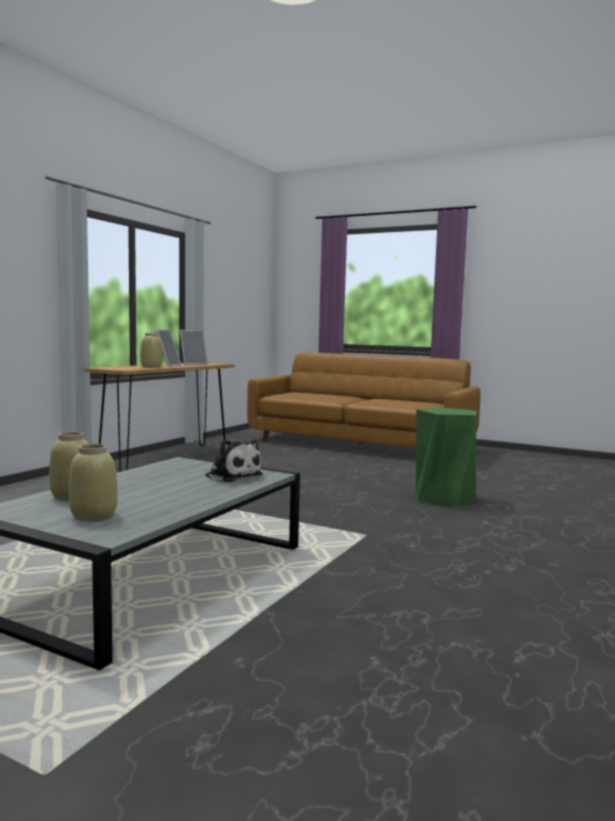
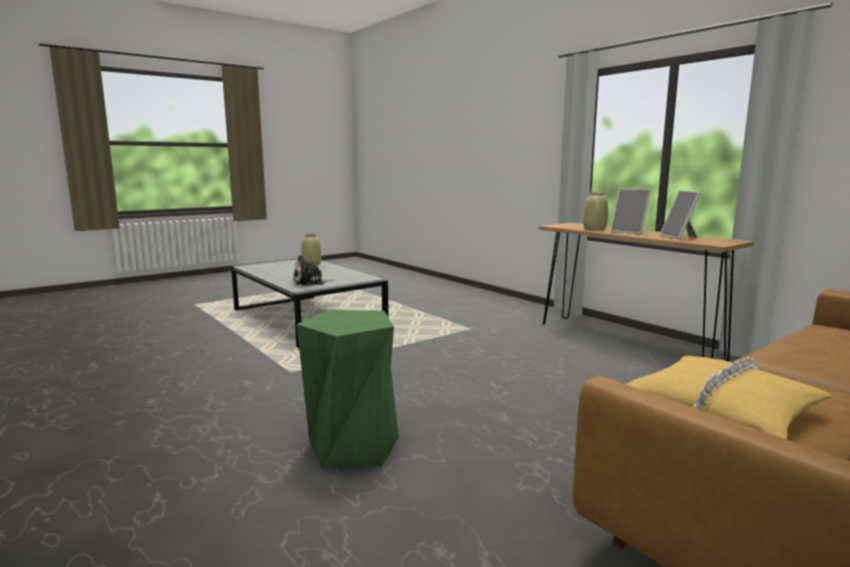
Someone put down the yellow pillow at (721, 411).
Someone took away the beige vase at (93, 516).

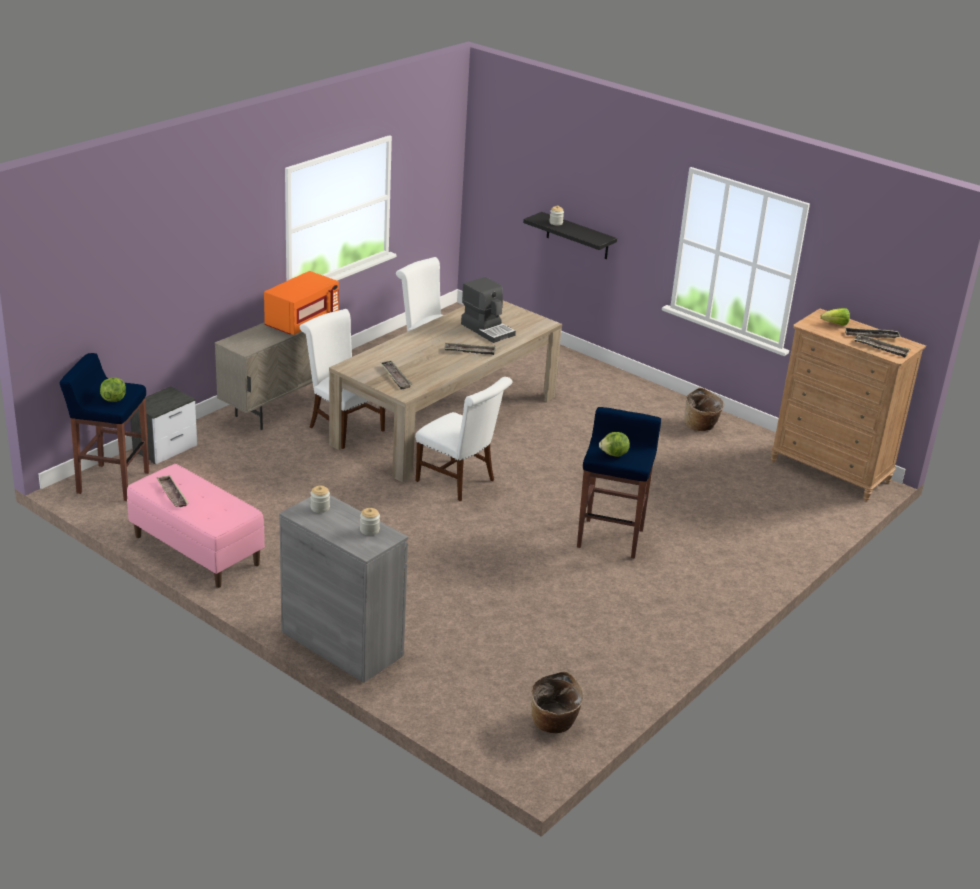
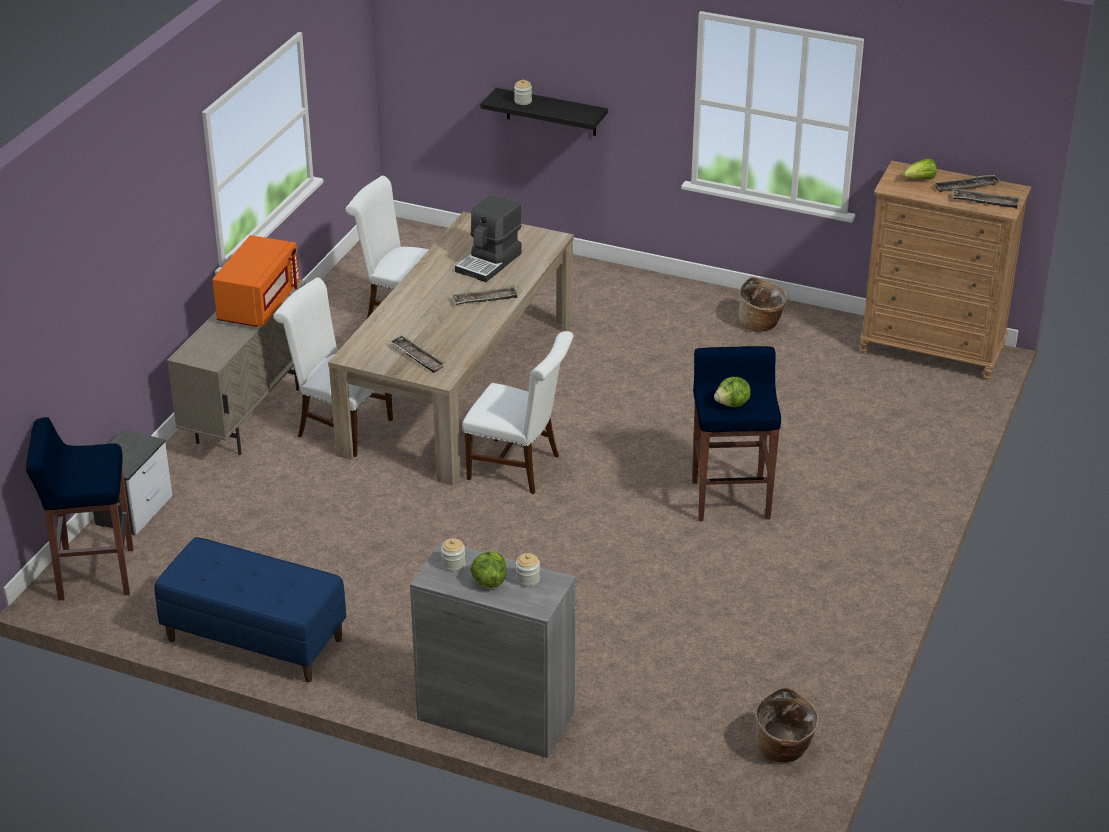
Someone repainted the pink bench at (196, 550), which became the blue bench at (254, 640).
Someone rotated the coffee machine at (488, 329) by 90 degrees clockwise.
Someone carried the lettuce from (113, 399) to (489, 581).
Someone took away the tray at (172, 494).

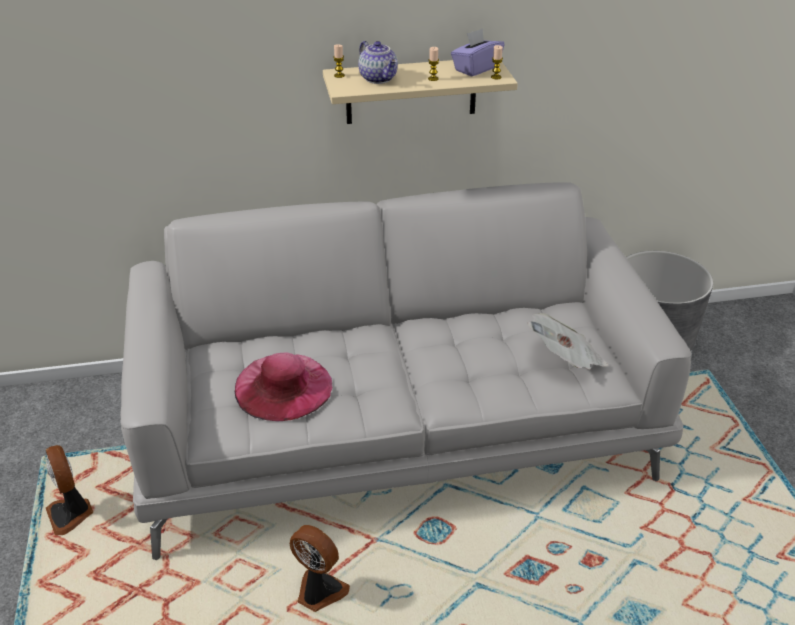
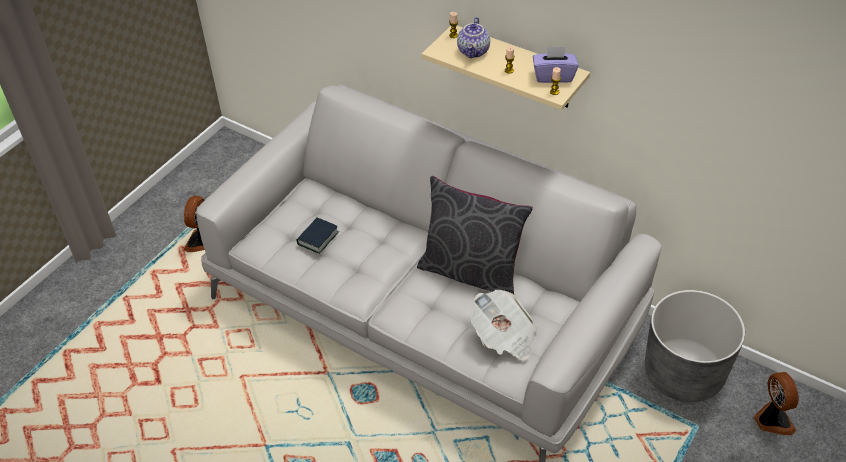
Someone swapped the pink hat at (283, 386) for the book at (318, 238).
Someone put down the grey pillow at (471, 272).
Someone carried the fan from (319, 592) to (772, 420).

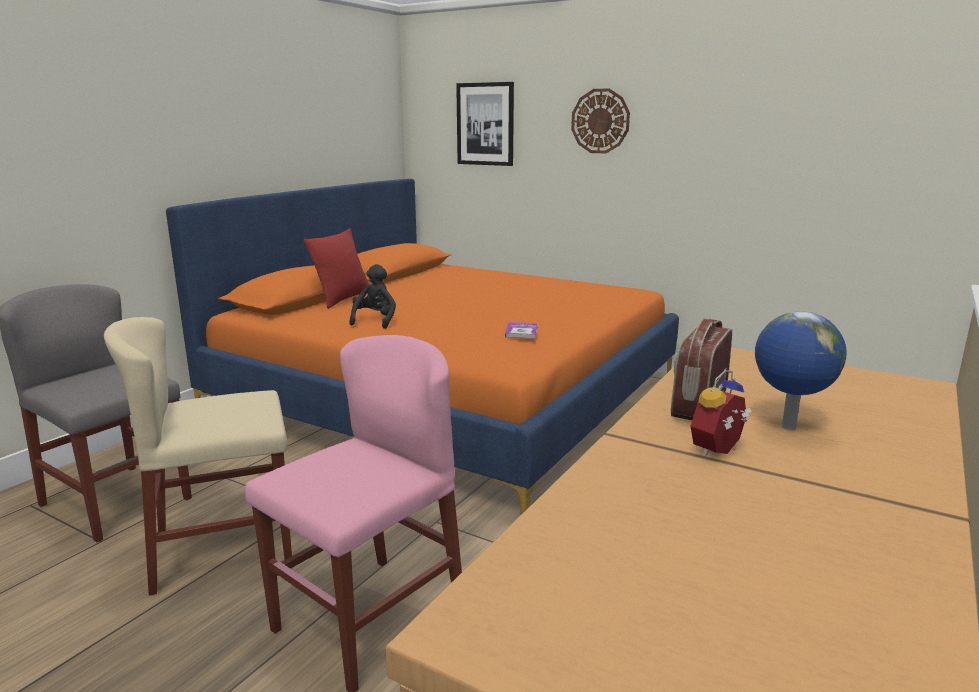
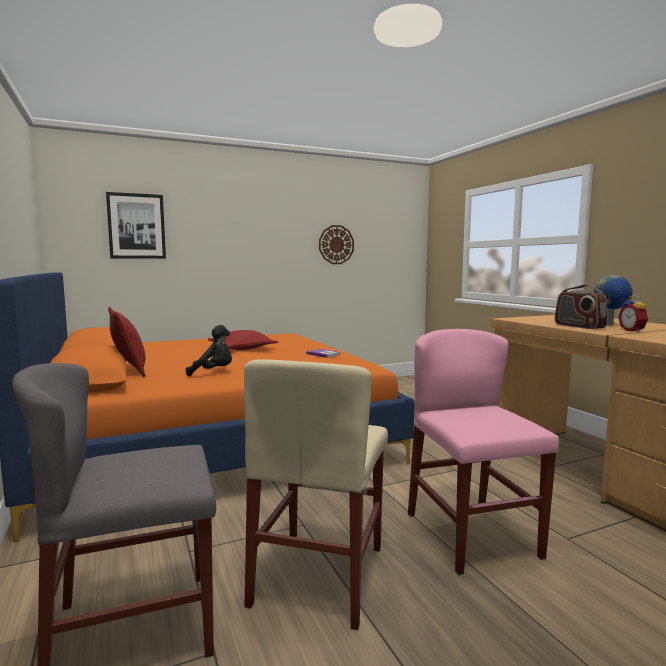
Someone rotated the black plush toy at (375, 321) by 135 degrees clockwise.
Someone put down the red pillow at (242, 349).
Someone carried the wall clock from (600, 121) to (336, 244).

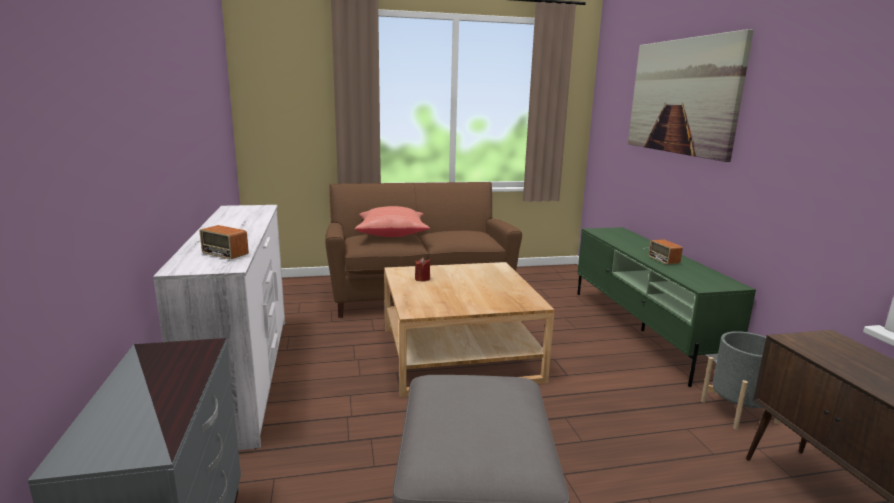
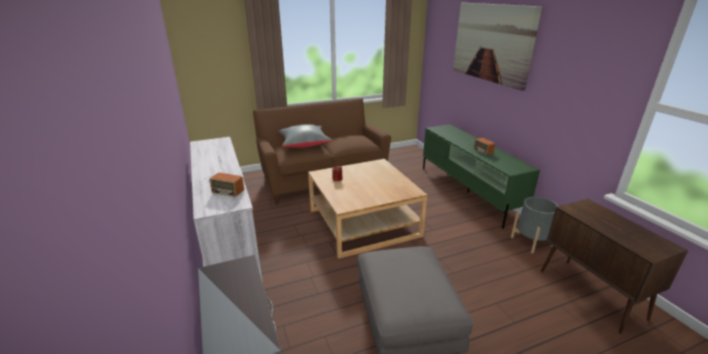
Someone repainted the red pillow at (392, 234), which became the grey pillow at (304, 144).

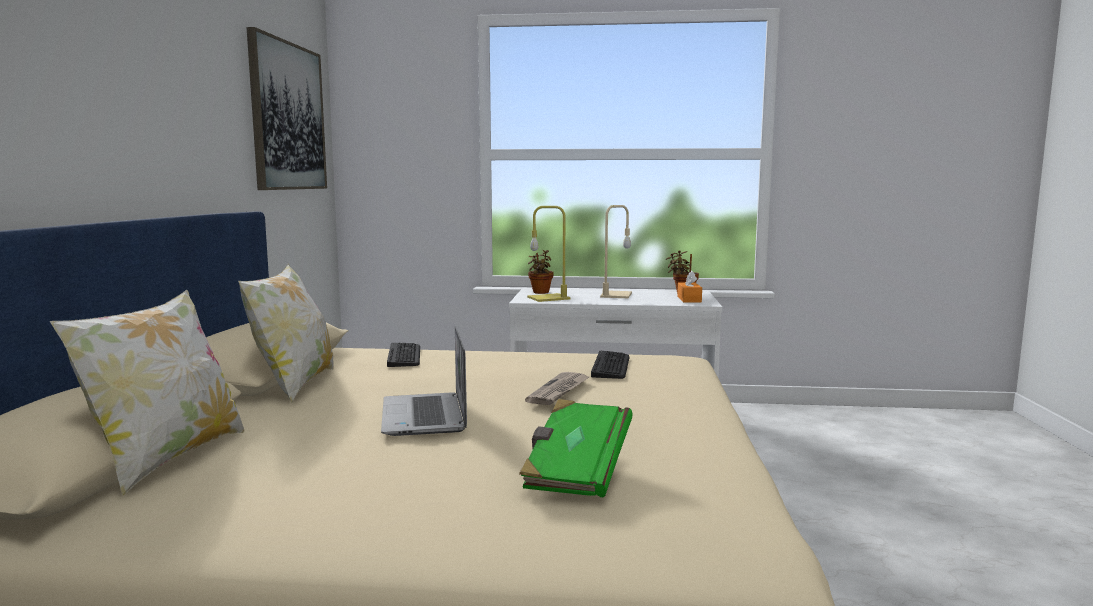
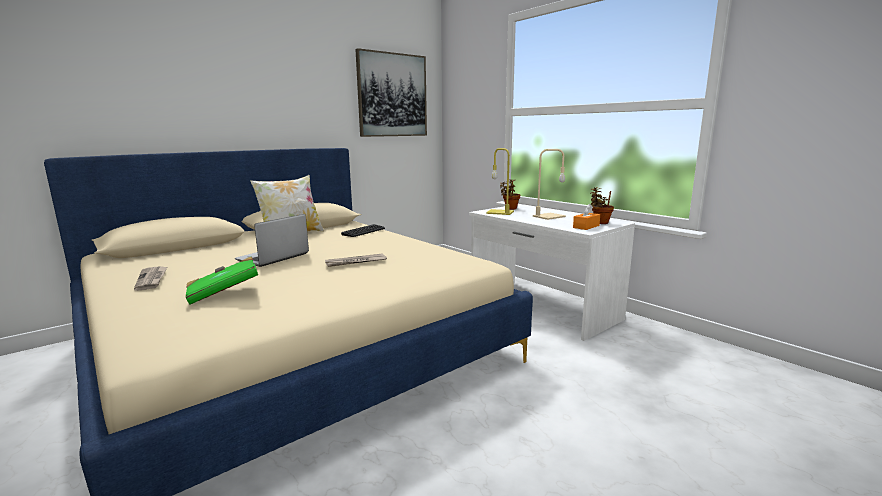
Someone put down the newspaper at (152, 279).
Someone took away the pillow at (167, 458).
Someone took away the keyboard at (611, 366).

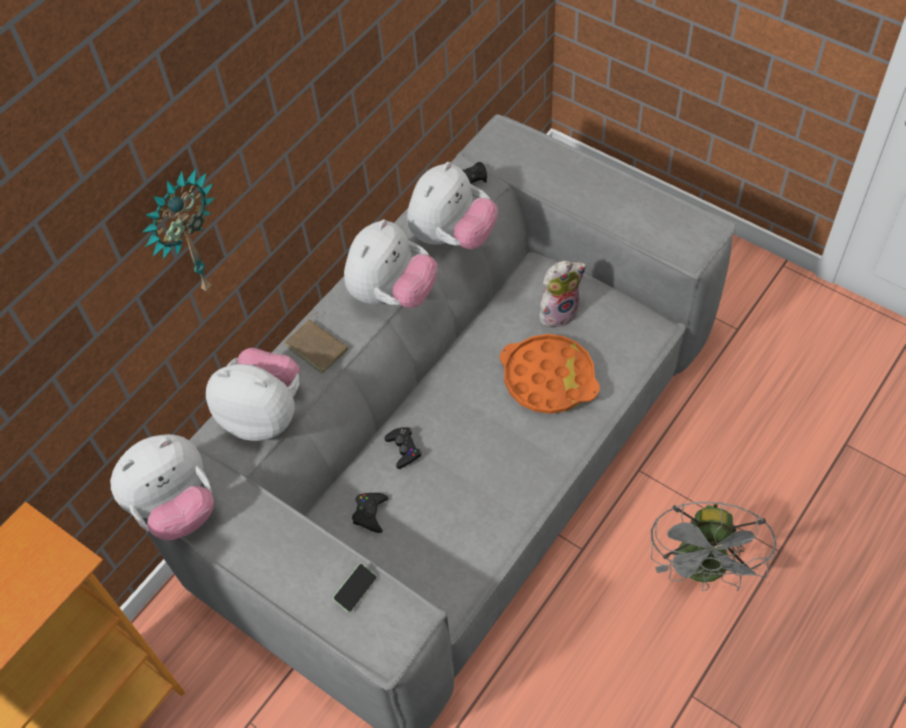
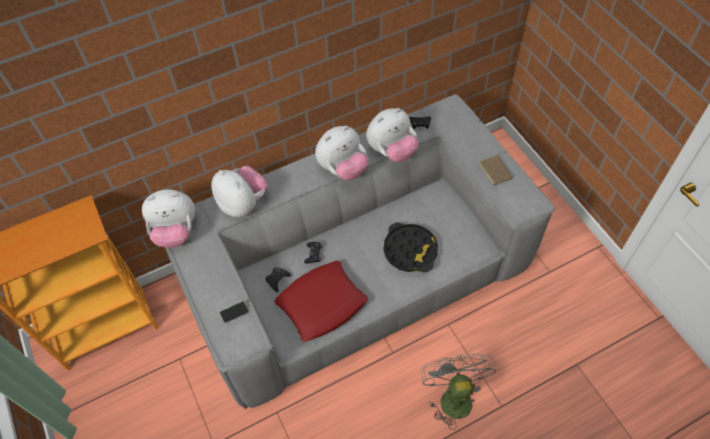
Someone put down the red pillow at (322, 303).
Someone repainted the orange tray at (548, 378), which became the black tray at (410, 250).
Someone rotated the grey fan at (704, 571) by 135 degrees clockwise.
Someone carried the brown book from (318, 346) to (496, 171).
Someone took away the wall clock at (183, 236).
Someone took away the plush toy at (558, 311).

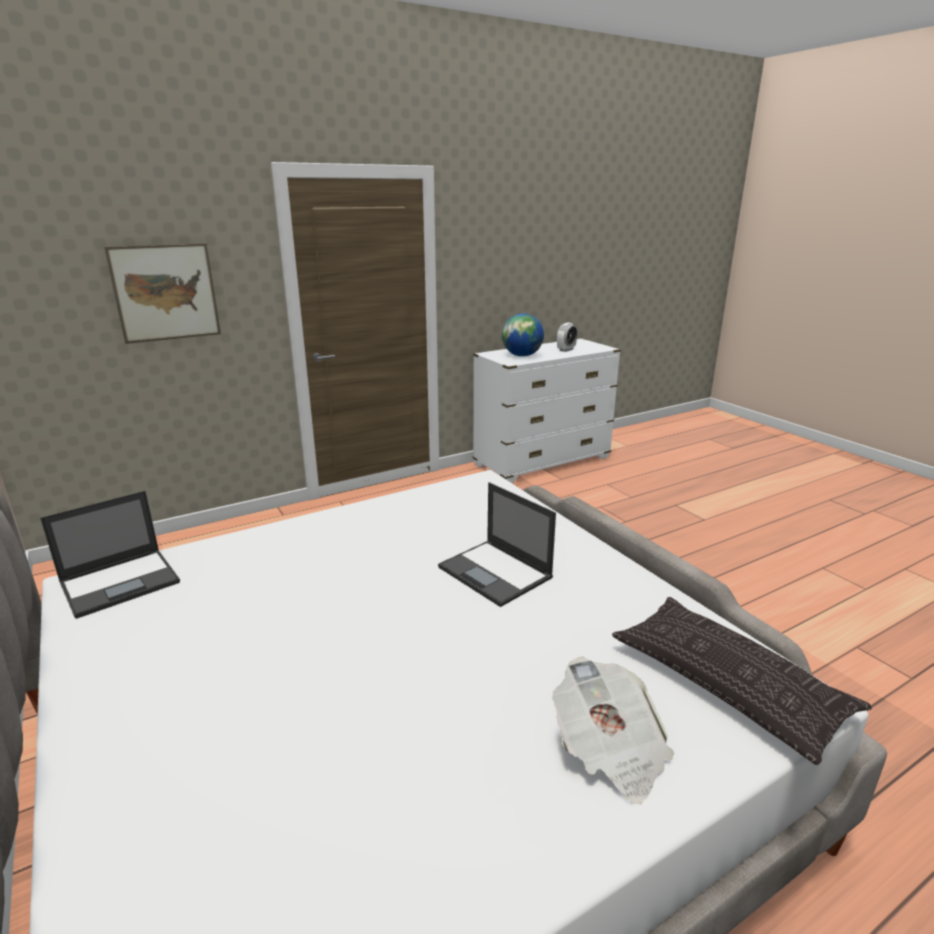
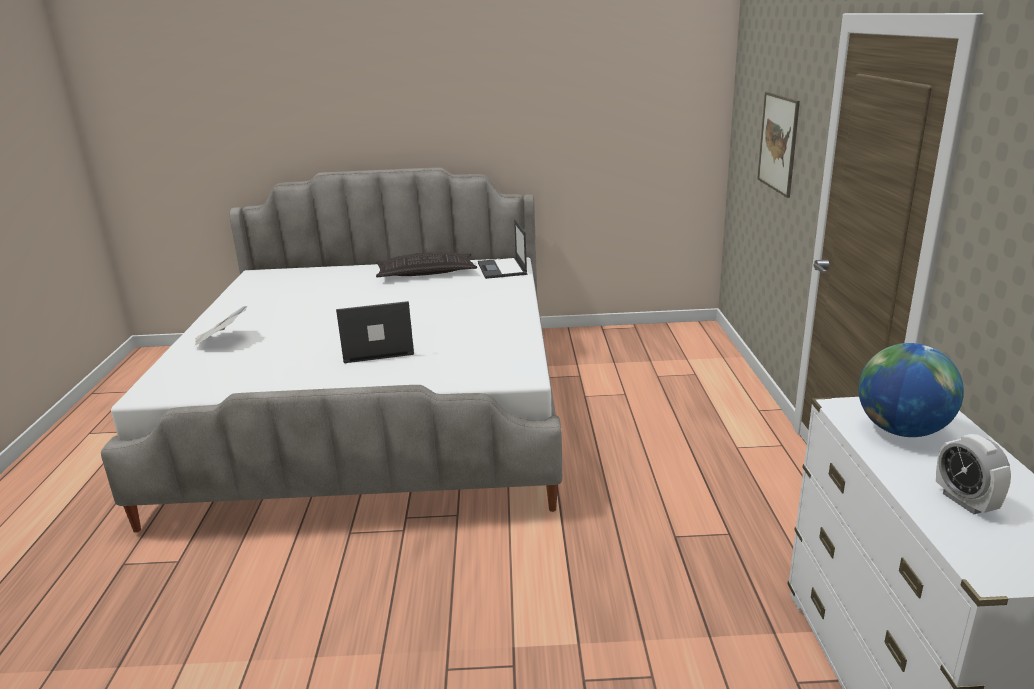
Someone carried the pillow from (727, 683) to (426, 273).

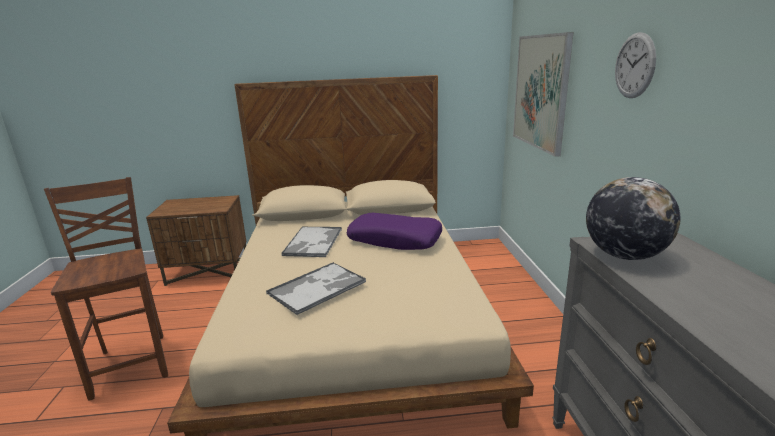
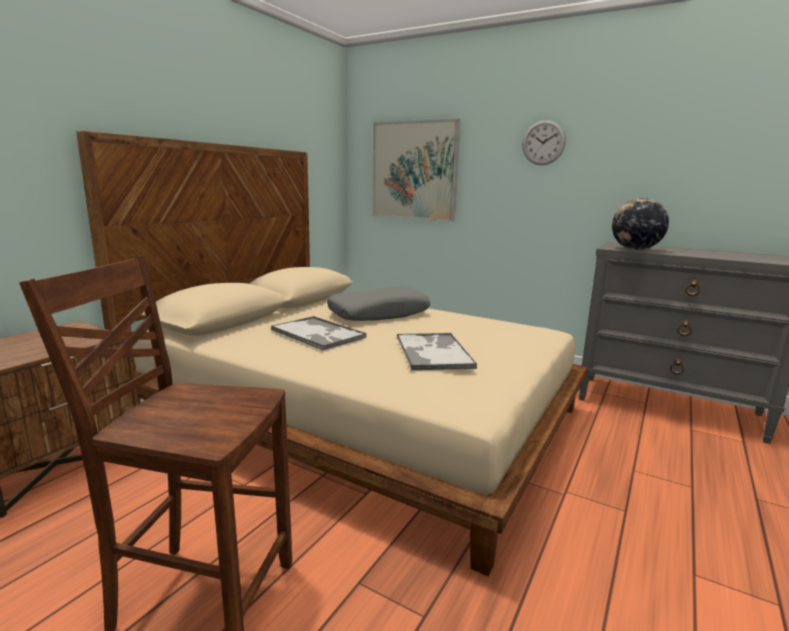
Someone repainted the purple pillow at (395, 240), which became the grey pillow at (379, 314).

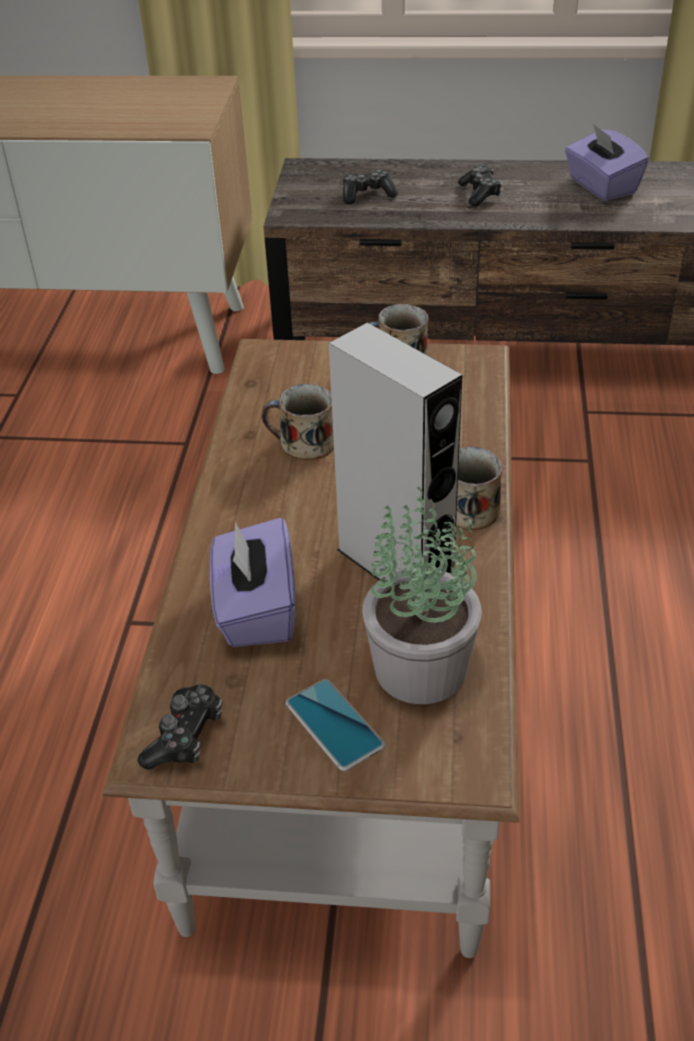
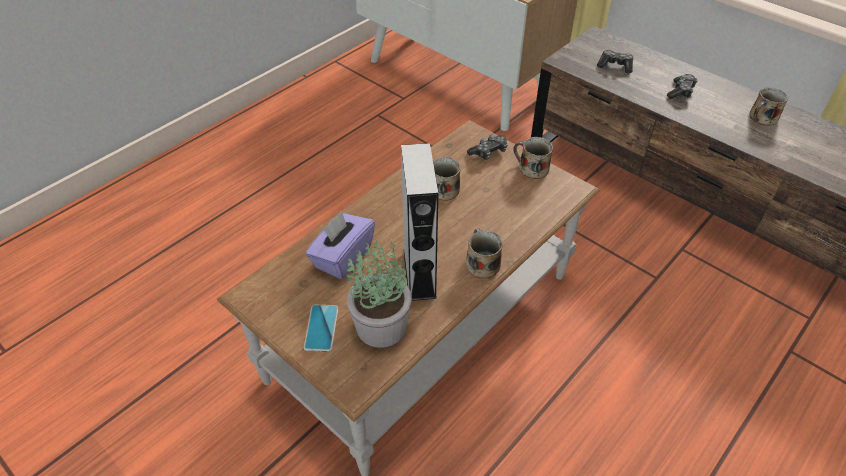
Someone carried the game controller from (185, 736) to (488, 152).
Someone swapped the purple tissue box at (601, 186) for the mug at (762, 118).

